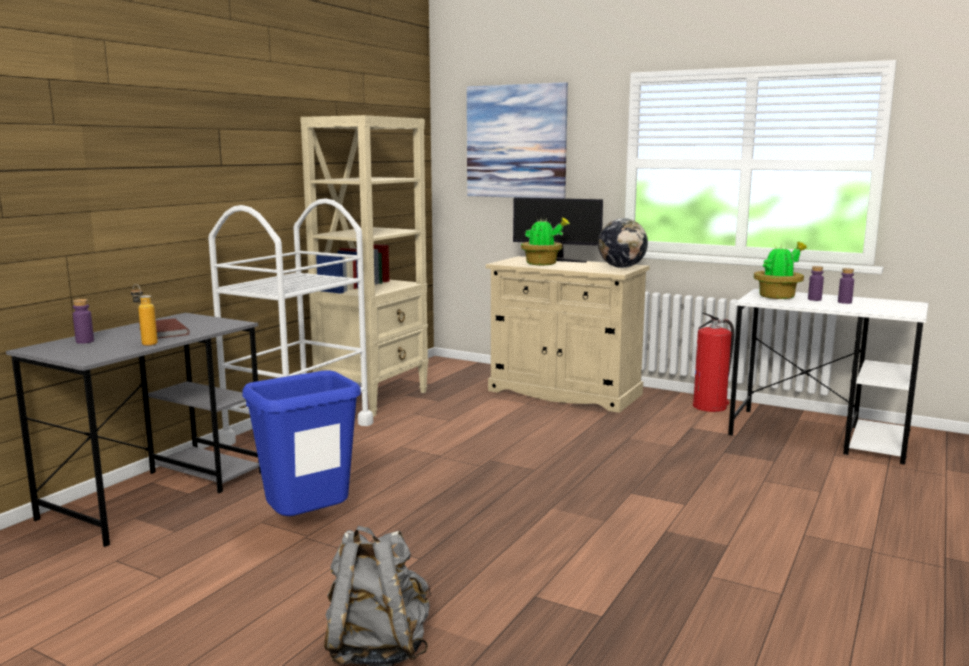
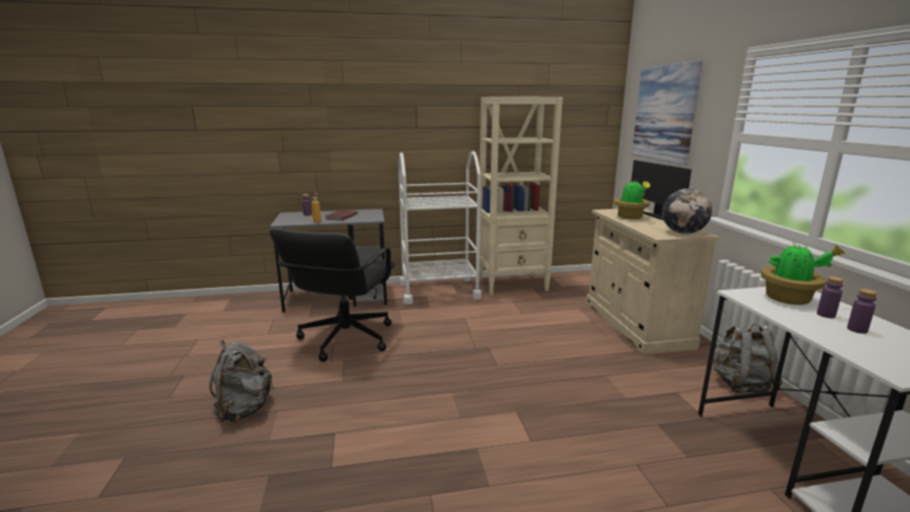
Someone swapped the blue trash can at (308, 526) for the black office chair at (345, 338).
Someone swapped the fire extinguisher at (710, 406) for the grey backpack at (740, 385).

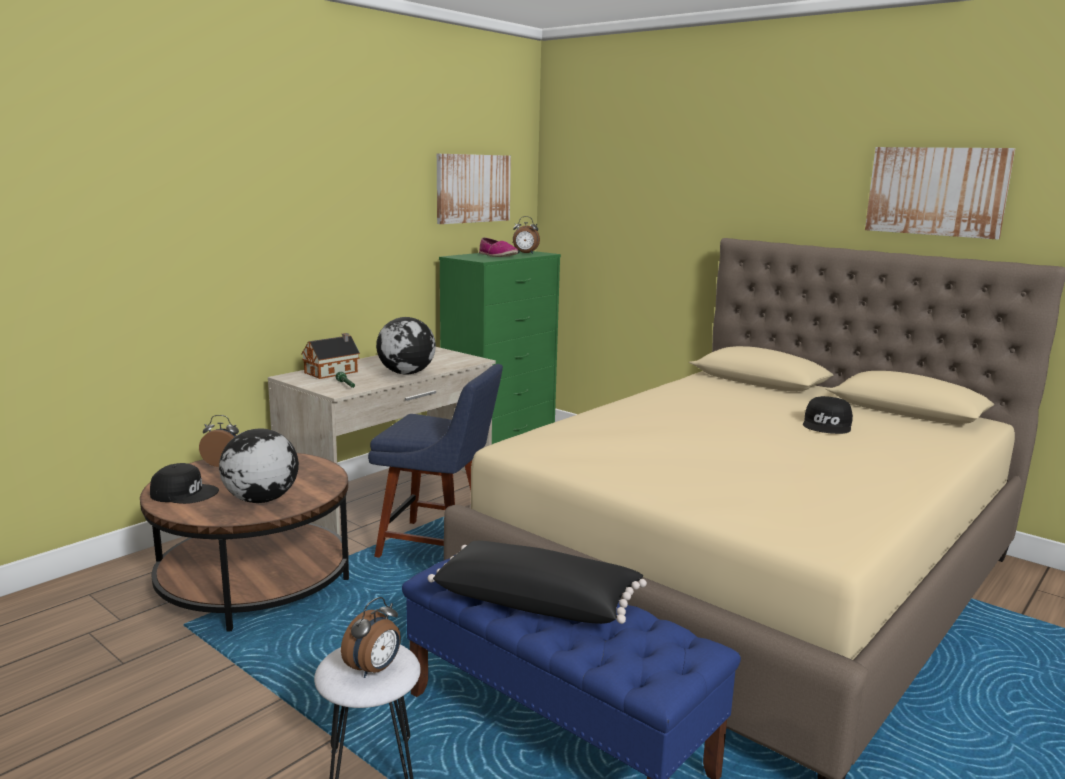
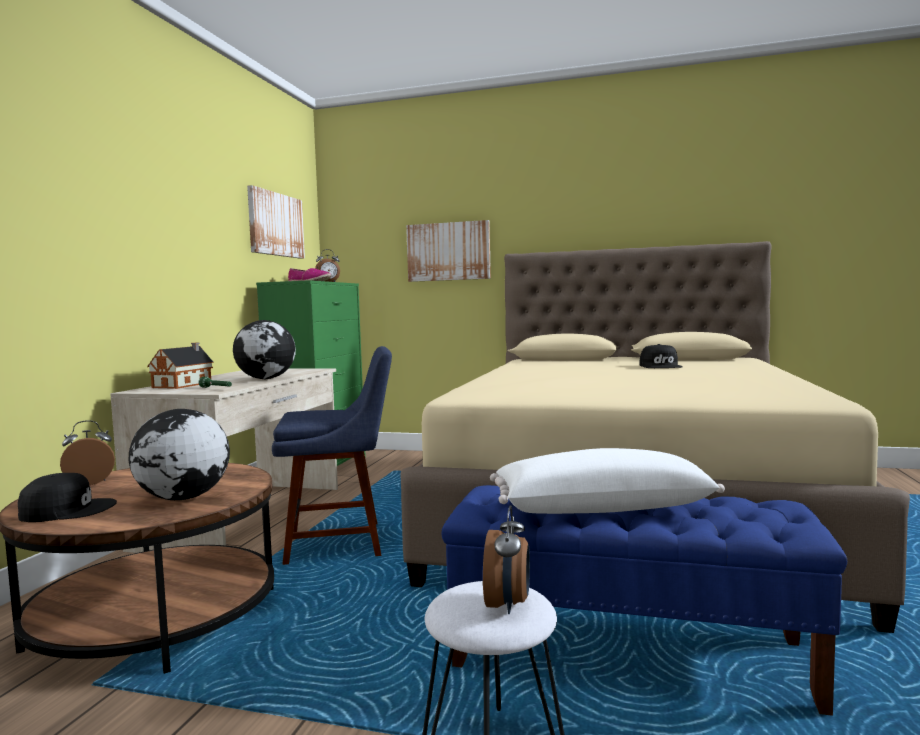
Someone carried the picture from (936, 191) to (448, 251).
Someone repainted the black pillow at (537, 602), which became the white pillow at (600, 507).

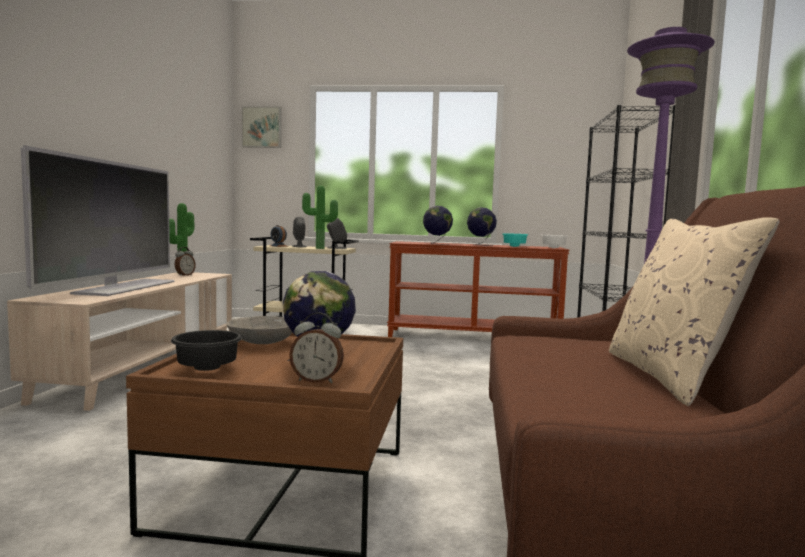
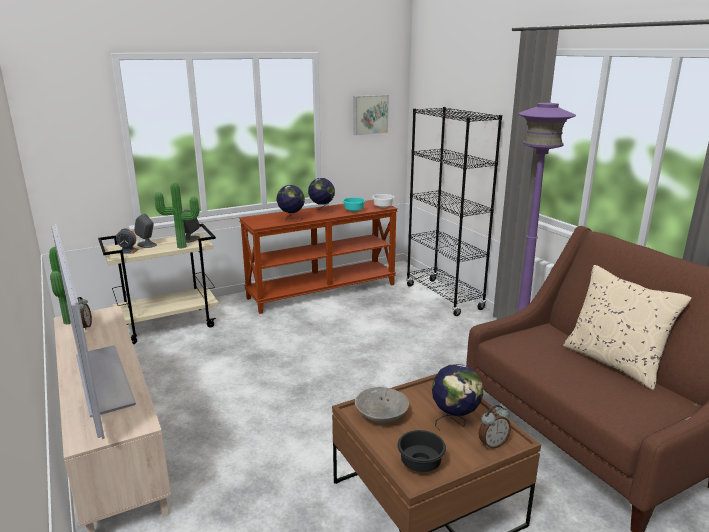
Someone carried the picture from (262, 127) to (370, 114).

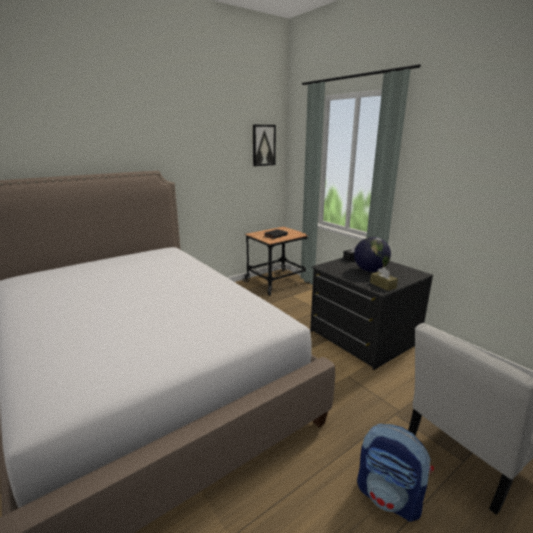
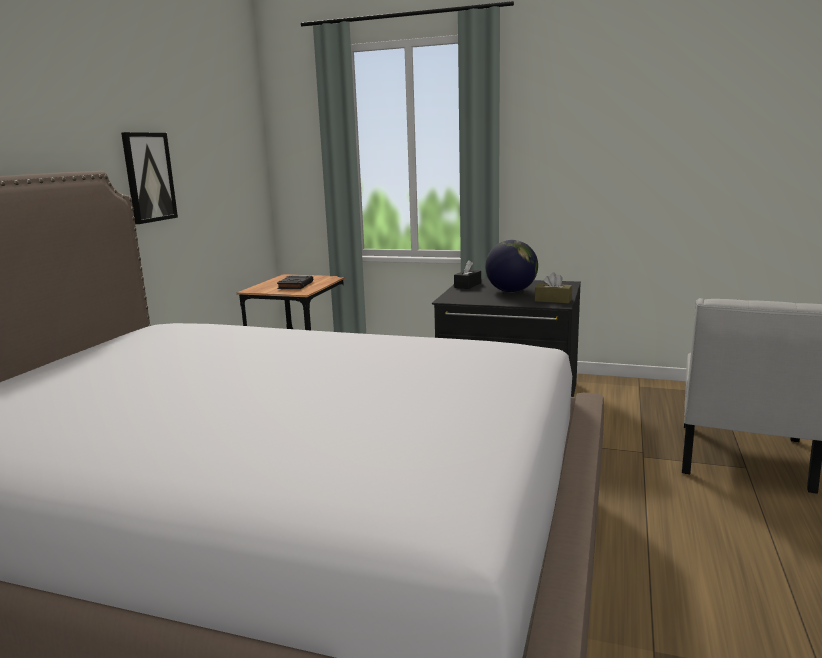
Someone carried the picture from (263, 145) to (148, 177).
Someone took away the backpack at (389, 496).

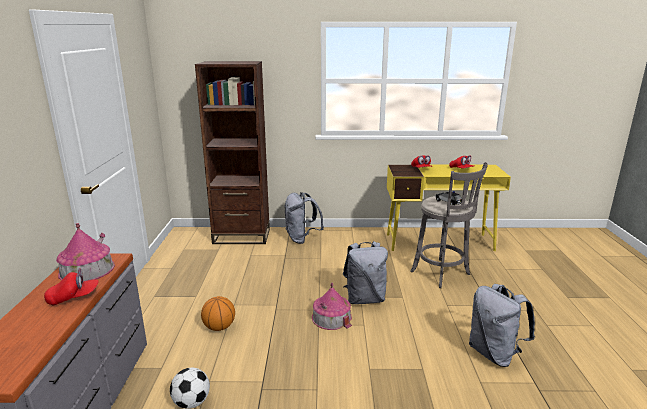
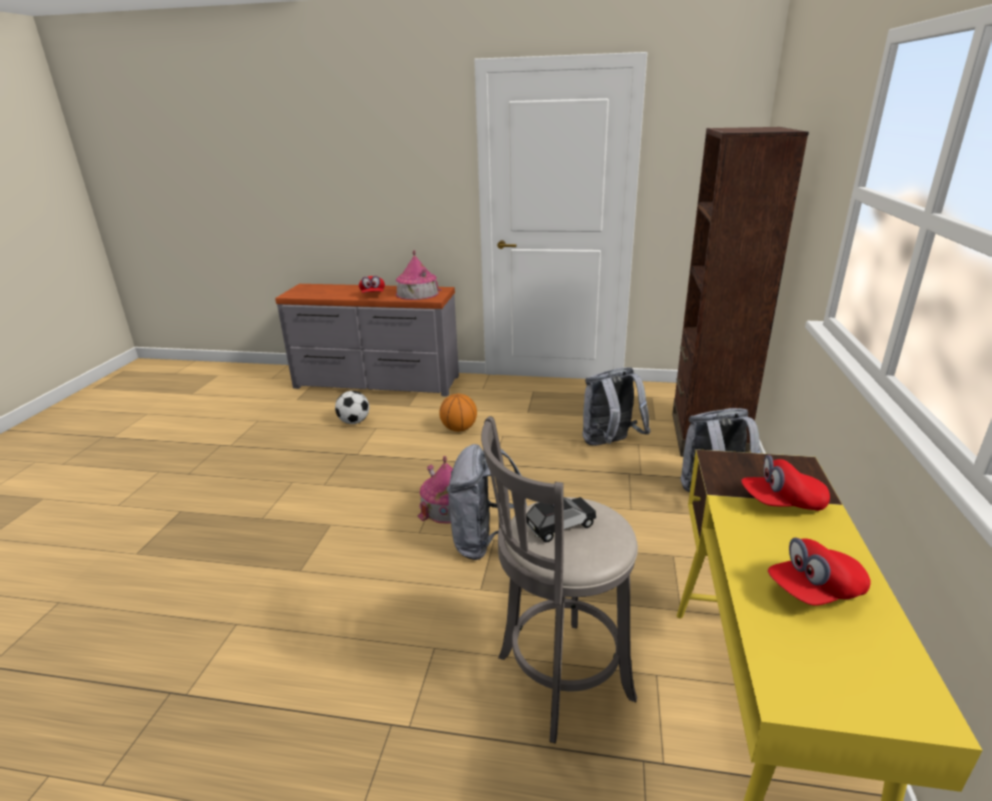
Someone carried the grey backpack from (494, 353) to (610, 444).

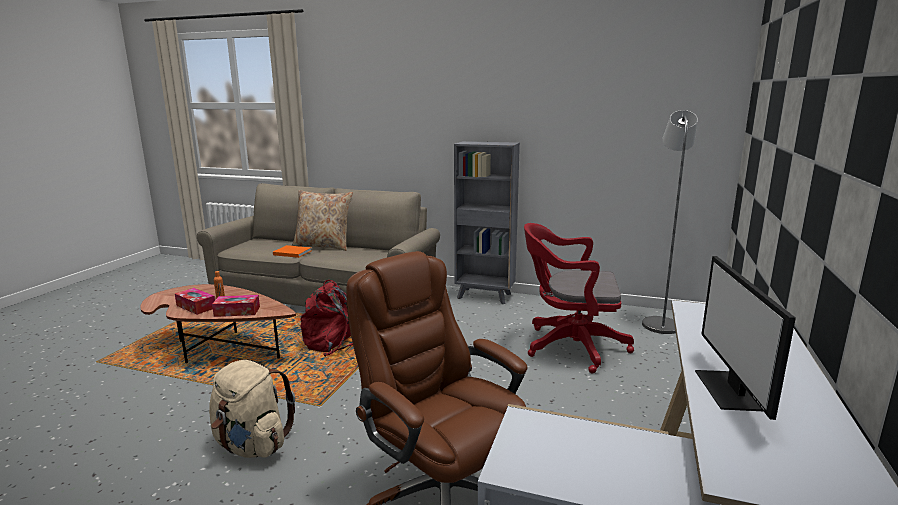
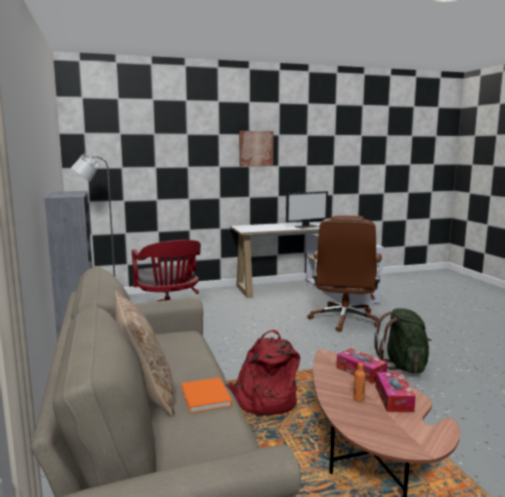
Someone put up the picture at (256, 148).
Someone repainted the beige backpack at (252, 445), which became the green backpack at (403, 366).

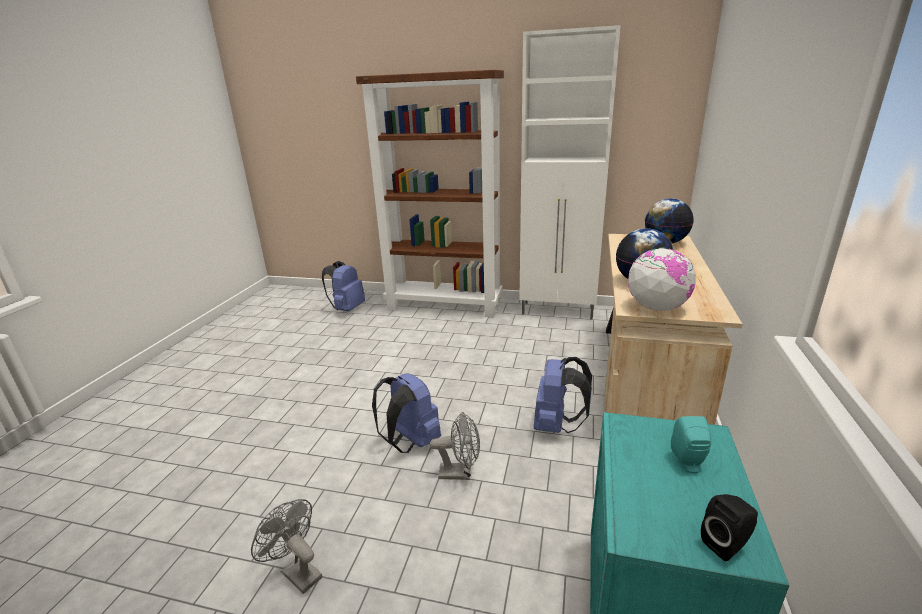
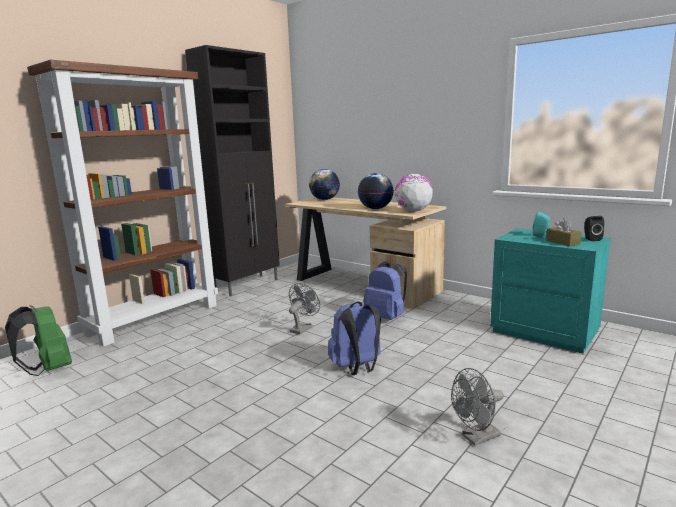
Someone repainted the blue backpack at (347, 309), which became the green backpack at (48, 369).
Someone repainted the white cabinet at (558, 311), which became the black cabinet at (247, 285).
Someone carried the grey fan from (460, 473) to (302, 328).
Someone put down the brown tissue box at (562, 242).

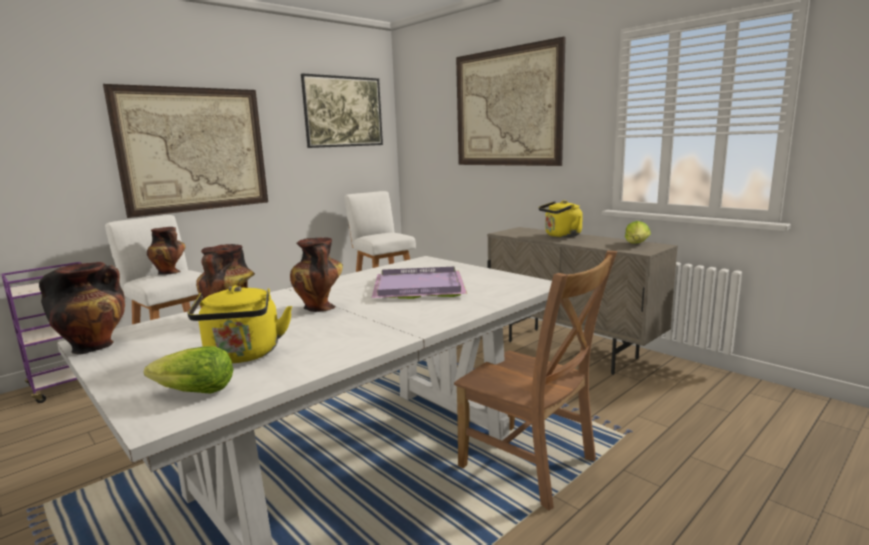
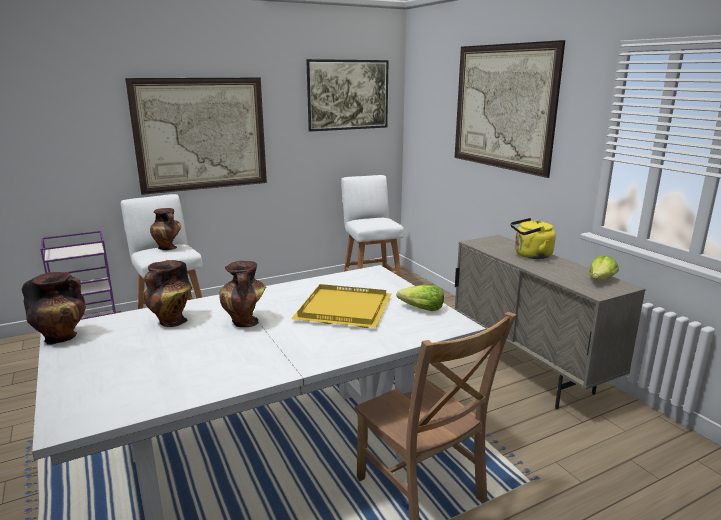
Someone repainted the purple tray at (420, 287), which became the yellow tray at (345, 310).
Someone carried the lettuce from (194, 392) to (421, 309).
Someone took away the yellow kettle at (243, 355).

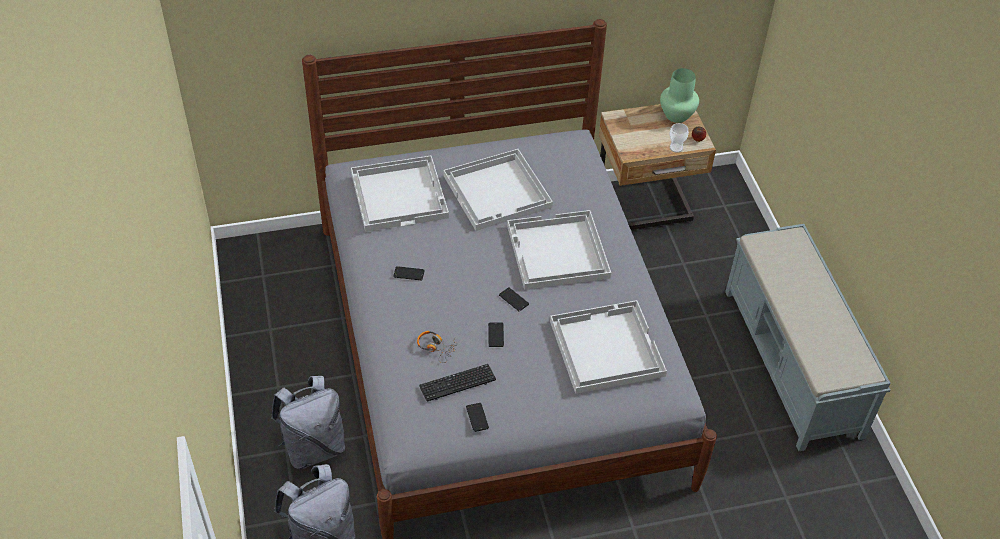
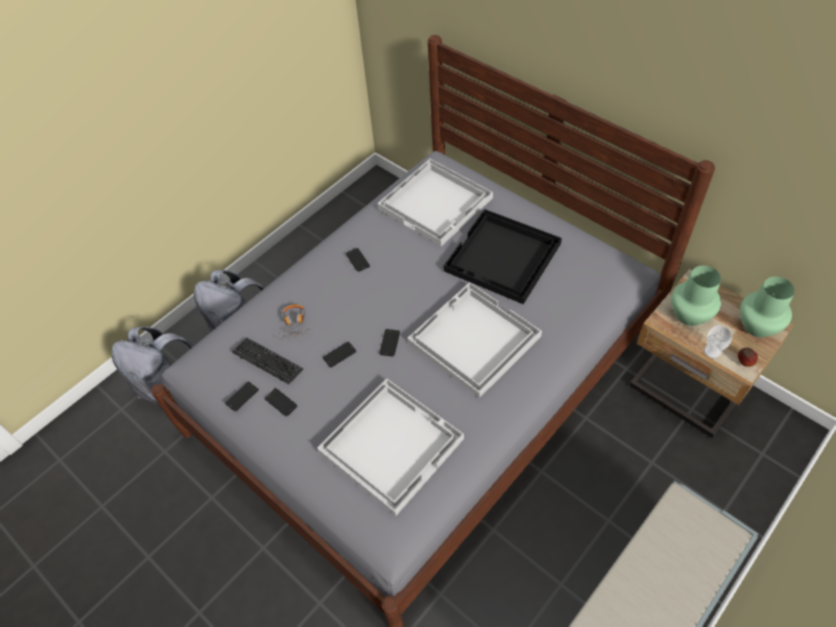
Someone put down the phone at (281, 402).
Someone repainted the white tray at (498, 191), which became the black tray at (503, 258).
Someone put down the green vase at (690, 315).

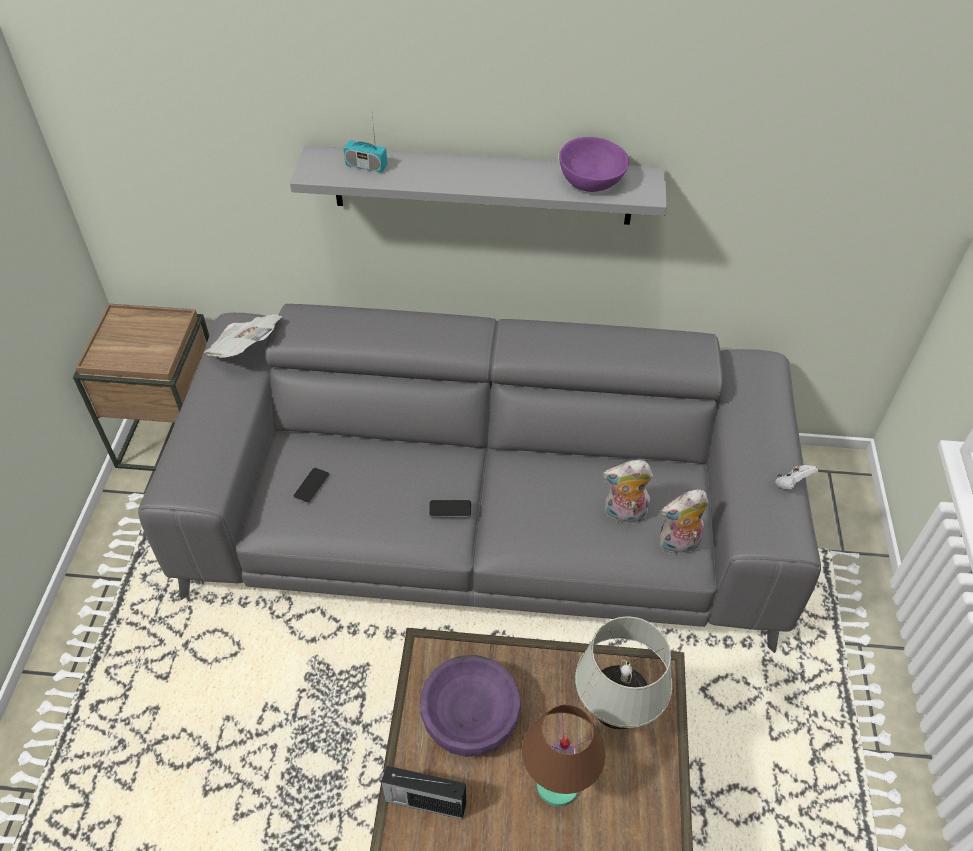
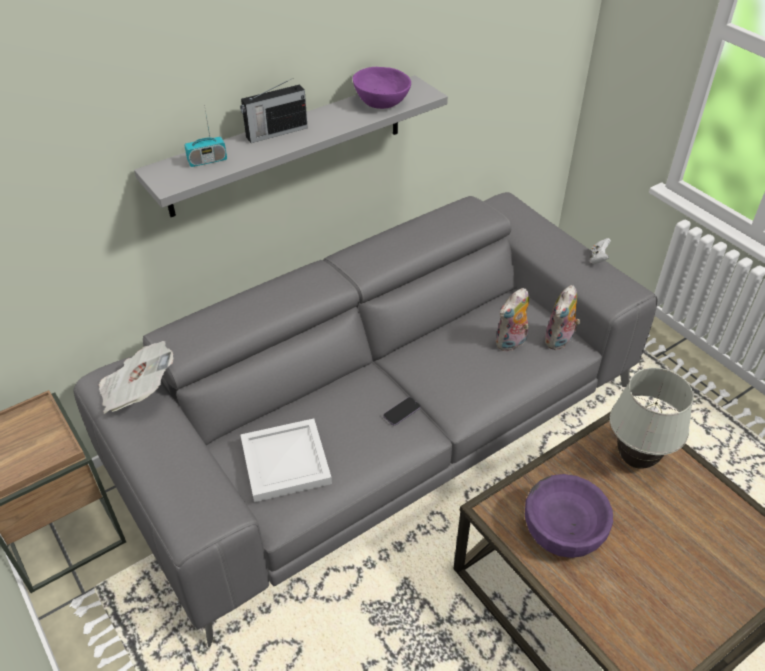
Someone carried the radio from (424, 801) to (275, 132).
Someone swapped the phone at (311, 486) for the white tray at (284, 463).
Someone took away the brown table lamp at (556, 784).

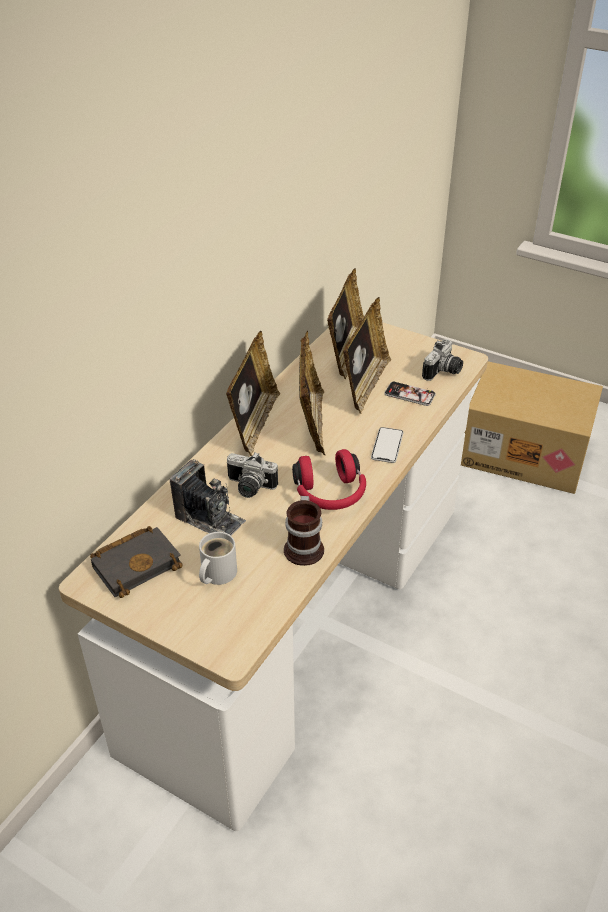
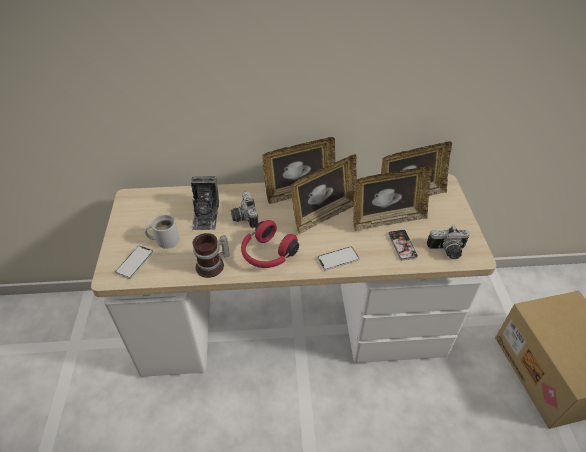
Someone put down the phone at (134, 262).
Someone took away the black book at (137, 563).

